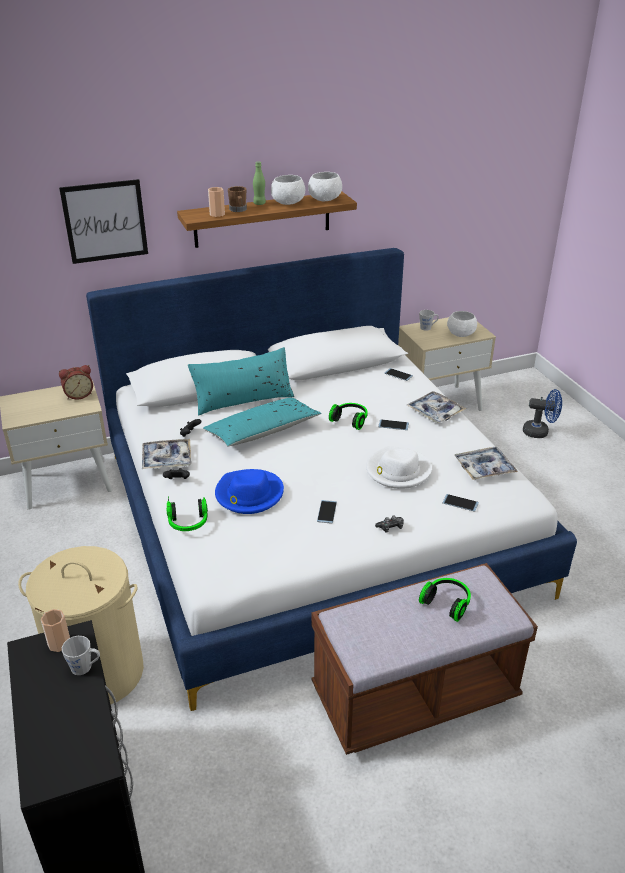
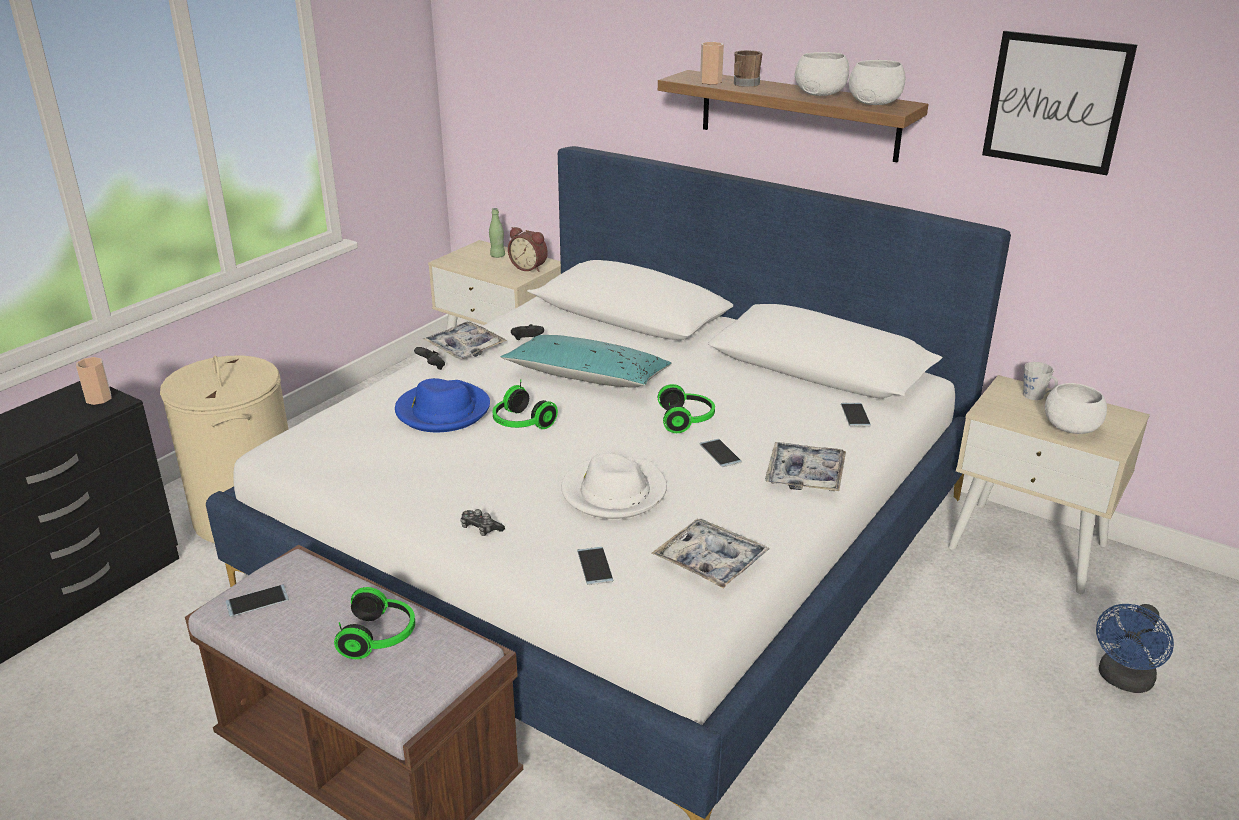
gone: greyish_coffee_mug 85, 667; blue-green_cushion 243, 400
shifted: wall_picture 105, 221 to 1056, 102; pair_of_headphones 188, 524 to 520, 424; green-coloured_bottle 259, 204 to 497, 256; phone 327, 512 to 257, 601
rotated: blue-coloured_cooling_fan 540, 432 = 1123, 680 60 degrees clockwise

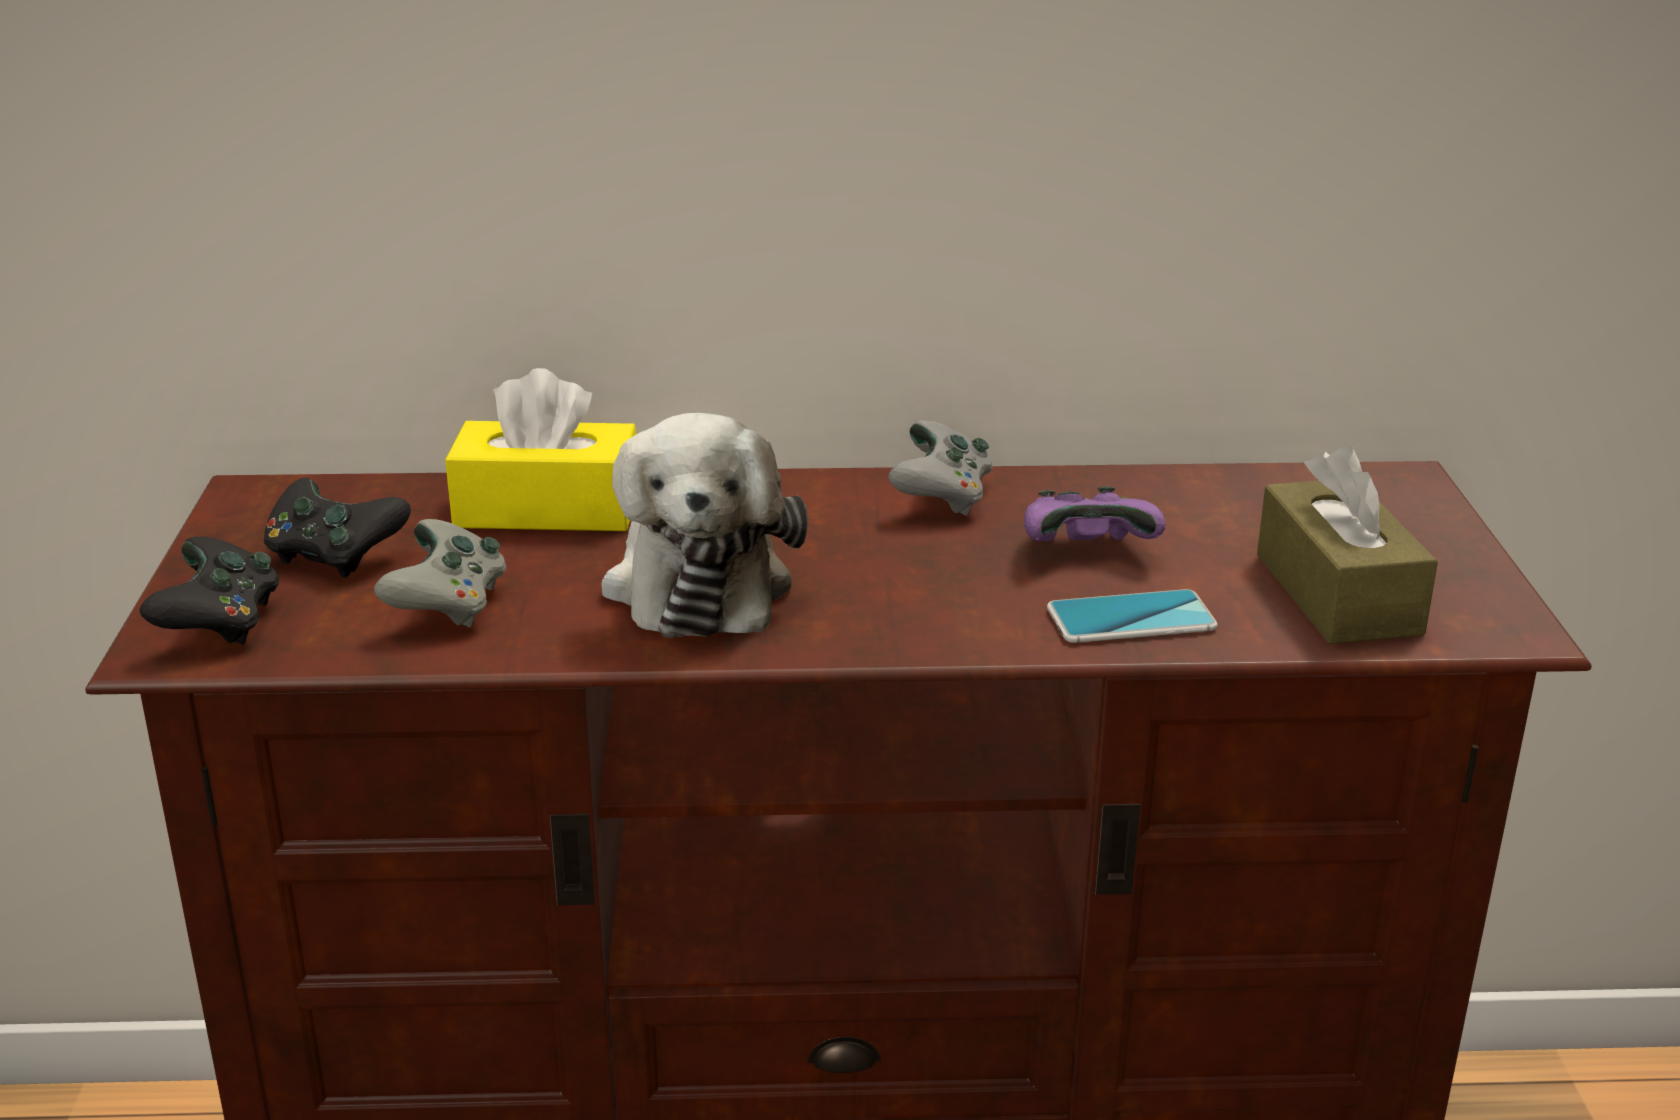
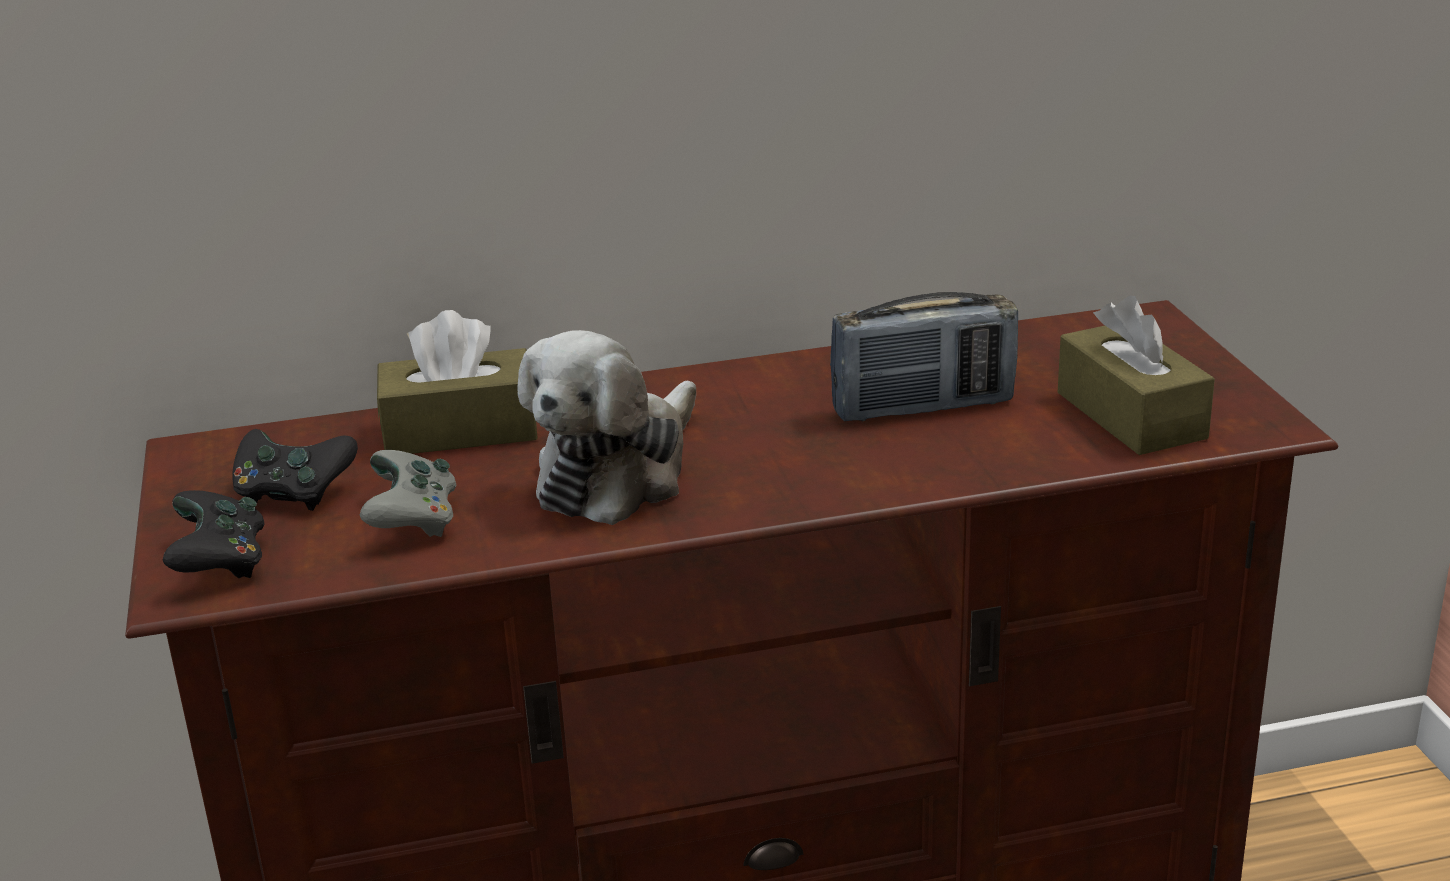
gone: greyish_game_controller 942, 497; phone 1131, 619
swapped: purple_game_controller 1087, 551 to radio_receiver 923, 407
repainted: yellow-coloured_tissue_box 547, 509 to brownish_tissue_box 460, 430
rotated: plush_toy 699, 582 = 618, 474 45 degrees clockwise

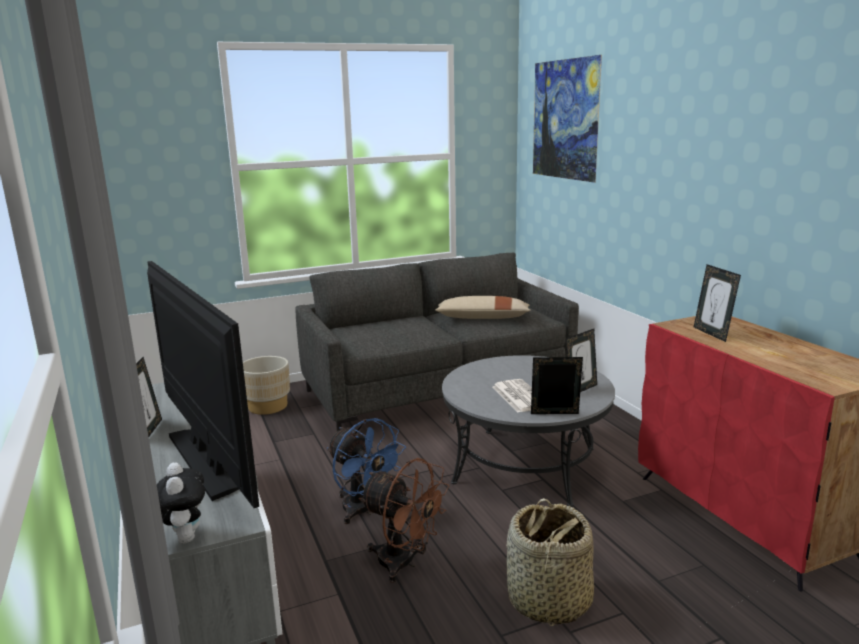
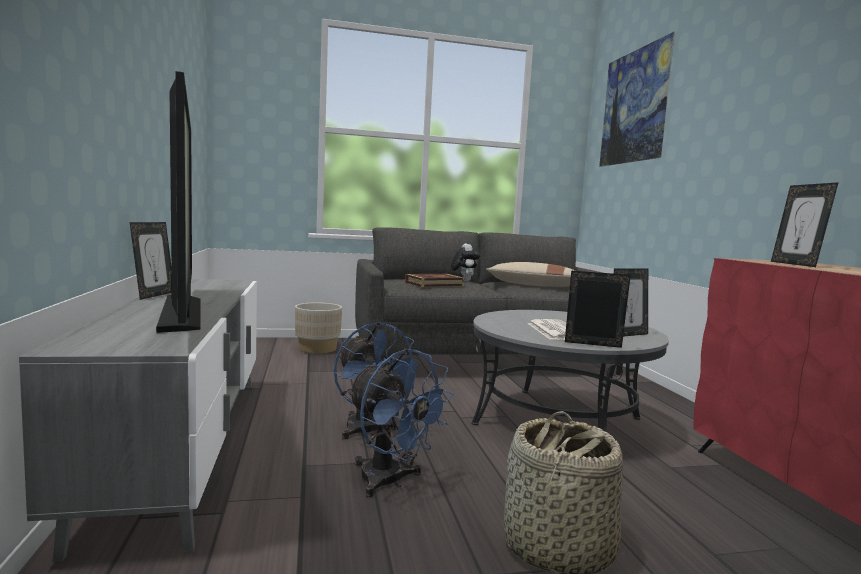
new: book 434, 284
shifted: plush_toy 182, 538 to 464, 281
repainted: brownish_cooling_fan 404, 563 to blue-coloured_cooling_fan 390, 482

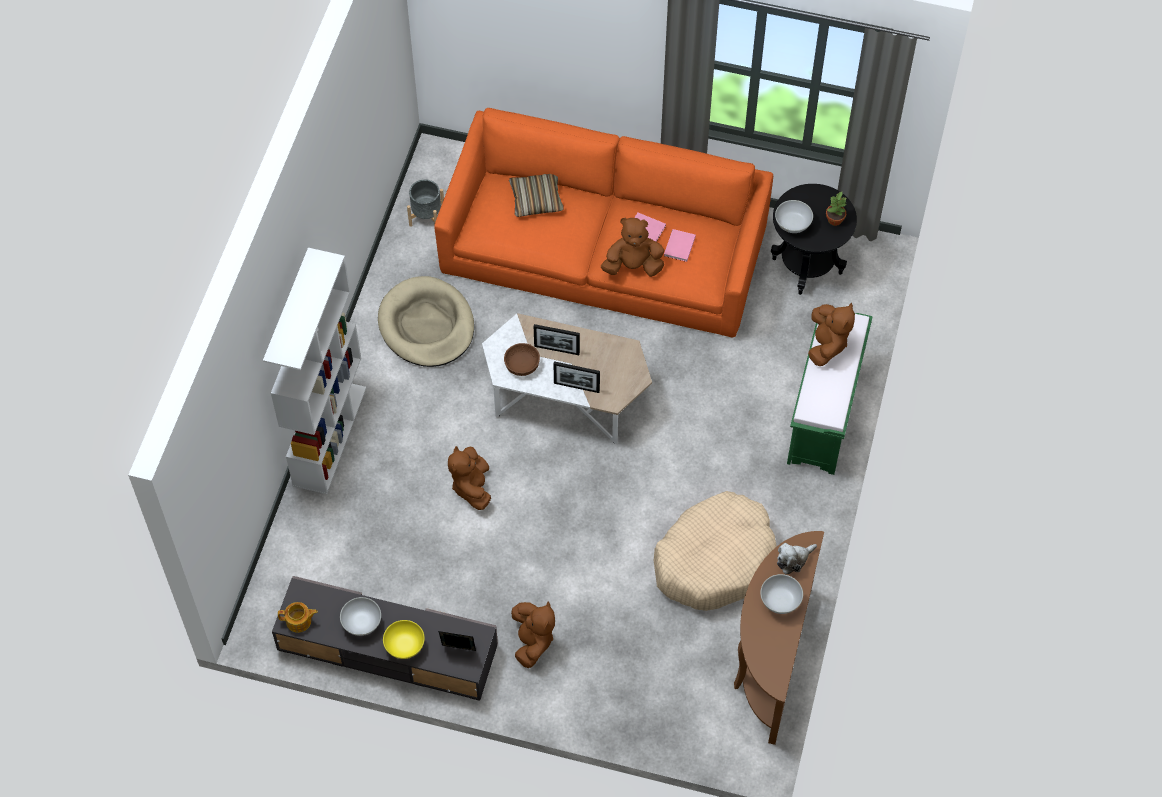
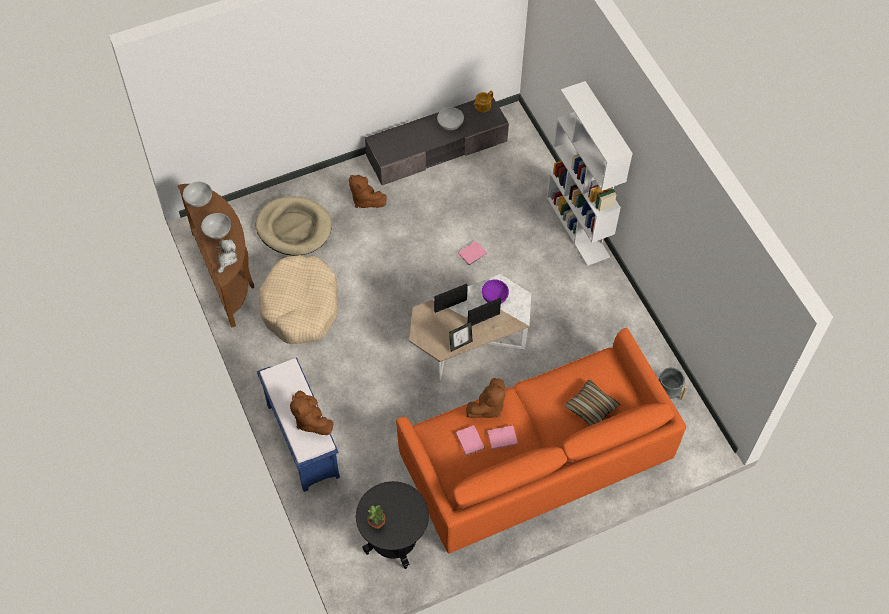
gone: yellow-coloured_bowl 404, 646
shifted: beige-coloured_dog_cushion 426, 325 to 294, 228; standing_frame 458, 650 to 460, 345; white-coloured_bowl 793, 225 to 199, 201
swapped: brownish_plush_toy 472, 487 to pink-coloured_book 473, 253
repainted: brownish_bowl 522, 365 to purple_bowl 494, 296; green-coloured_long_seat 824, 415 to blue-coloured_long_seat 302, 440

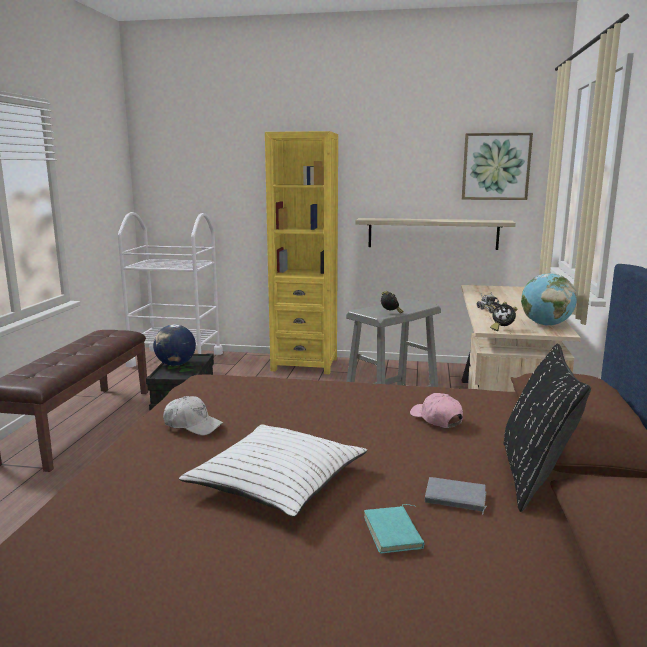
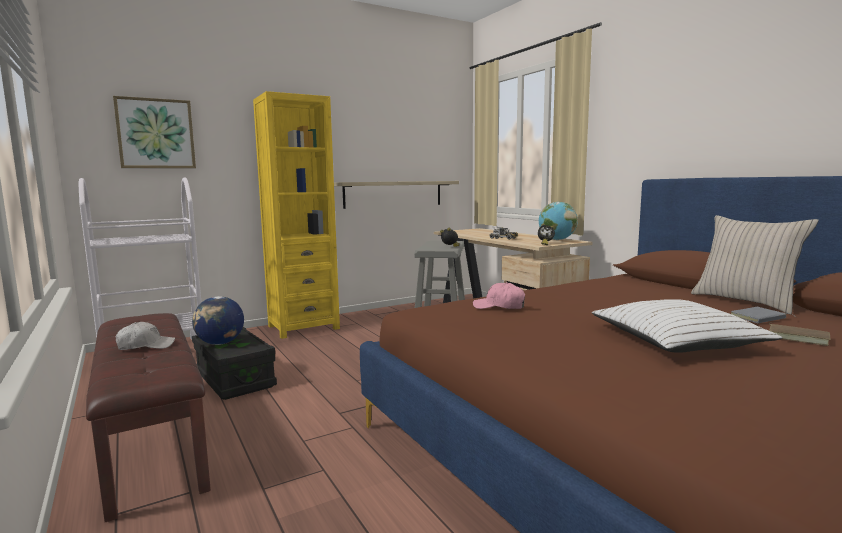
shifted: white-coloured_baseball_cap 192, 425 to 146, 346; pink-coloured_baseball_cap 436, 419 to 499, 307; wall_picture 496, 166 to 156, 134
repainted: blue-green_book 395, 533 to brownish_book 798, 337; black_cushion 535, 476 to beige-coloured_cushion 745, 301

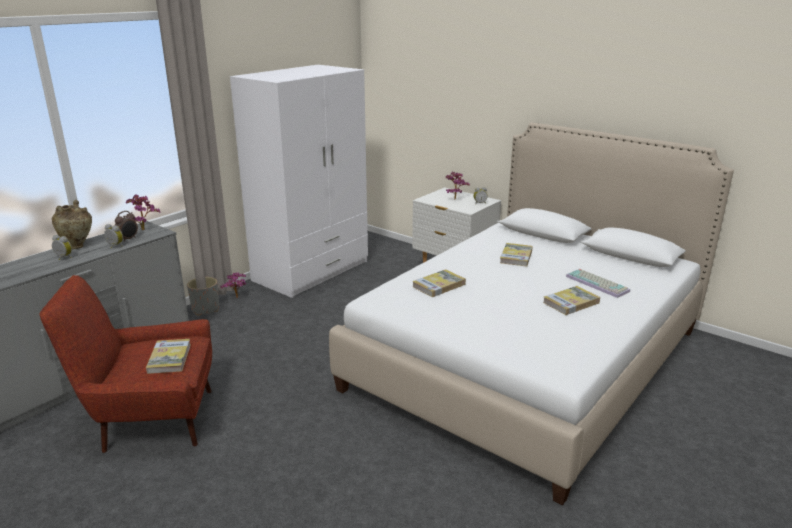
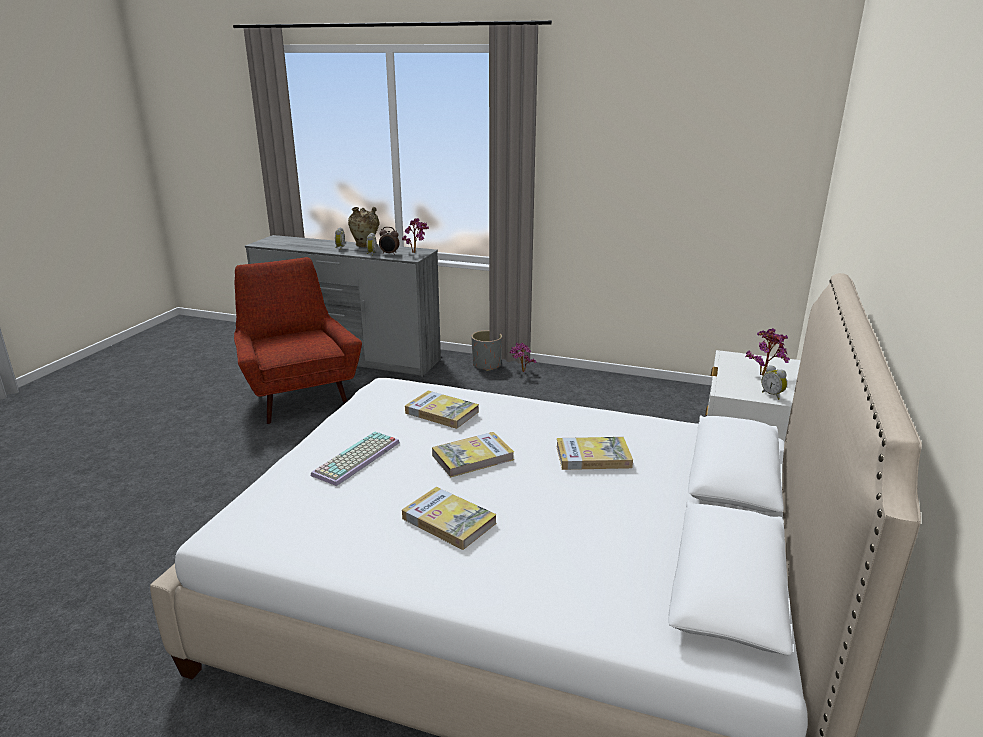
gone: white-coloured_wardrobe 312, 271
shifted: book 169, 358 to 473, 457; PC_keyboard 598, 284 to 357, 459

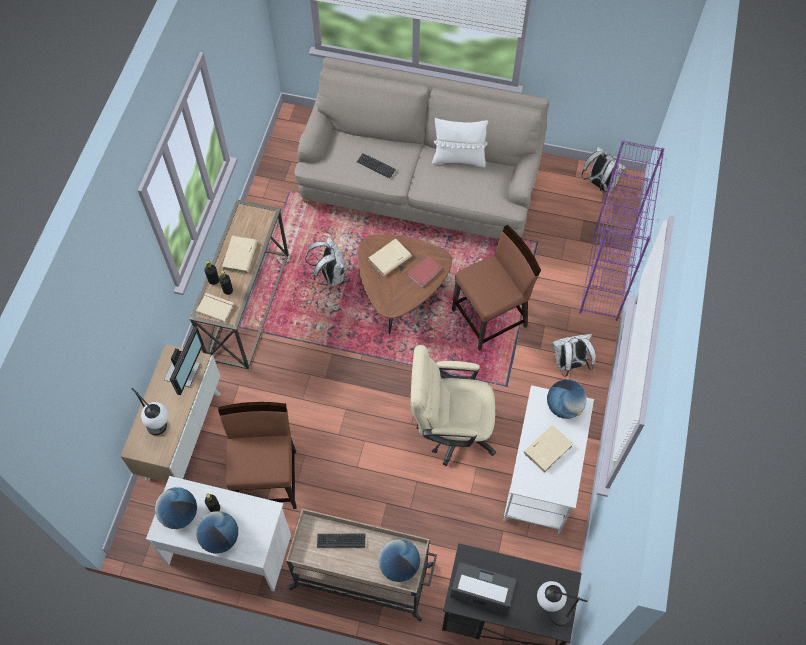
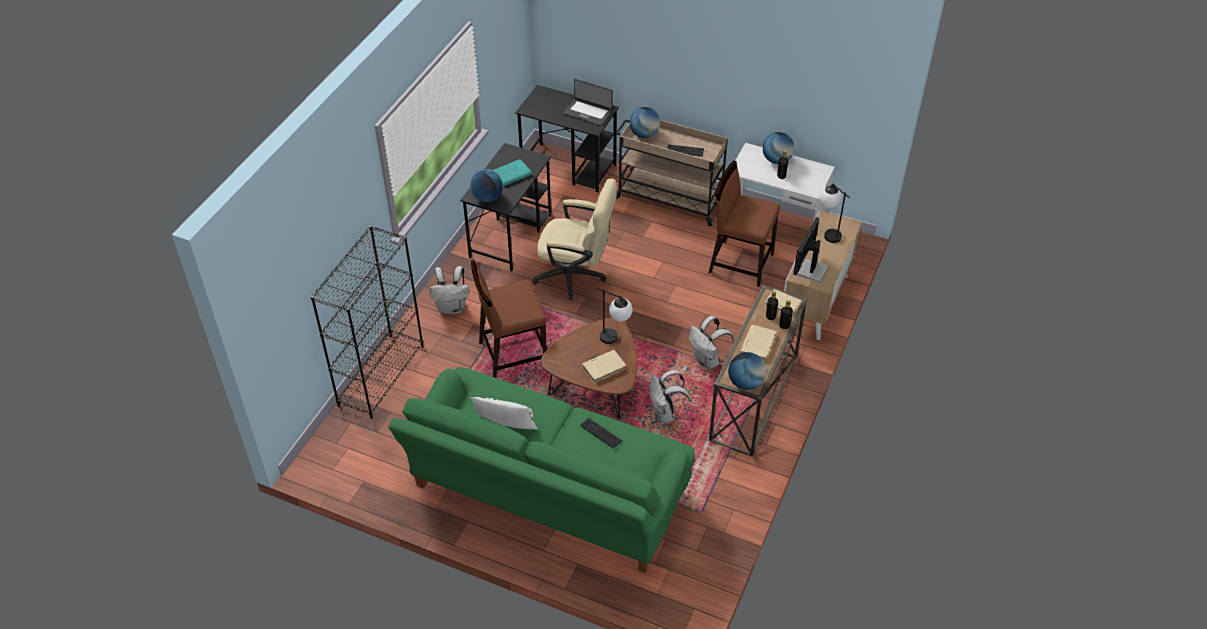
gone: red-coloured_book 425, 272
shifted: globe 180, 514 to 745, 383; tabletop_lamp 550, 611 to 615, 339; white-coloured_knapsack 599, 184 to 707, 361
repainted: beige-coloured_couch 420, 188 to green-coloured_couch 547, 494; white-coloured_desk 540, 478 to black_desk 511, 235; beige-coloured_book 548, 449 to blue-green_book 511, 175; purple_bookshelf 606, 275 to black_bookshelf 381, 375
rotated: brownish_upright_chair 268, 479 = 740, 263 105 degrees clockwise

